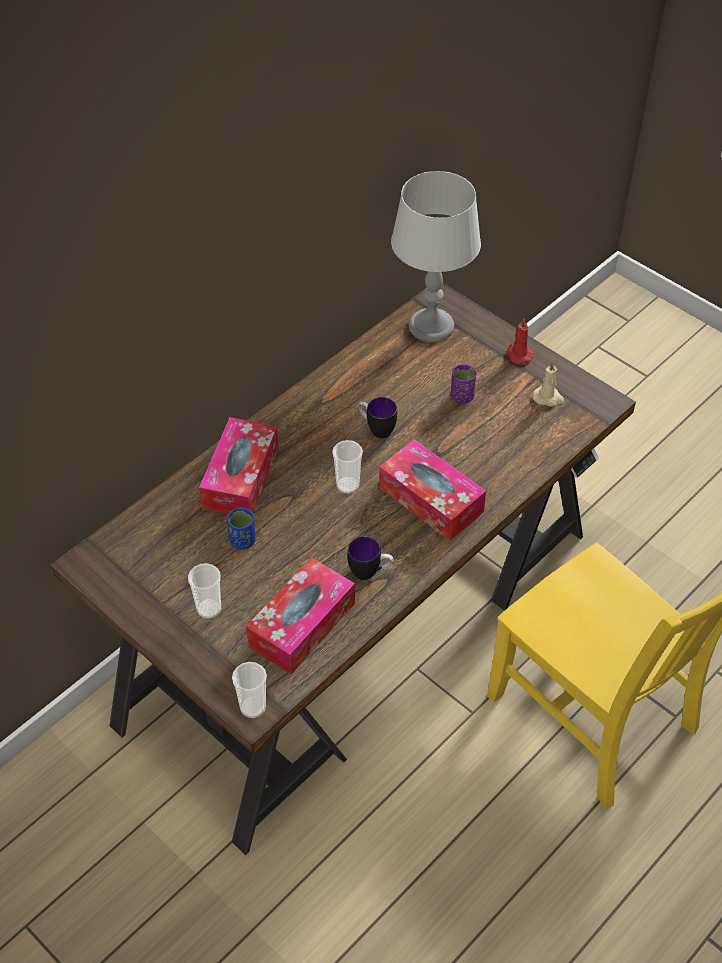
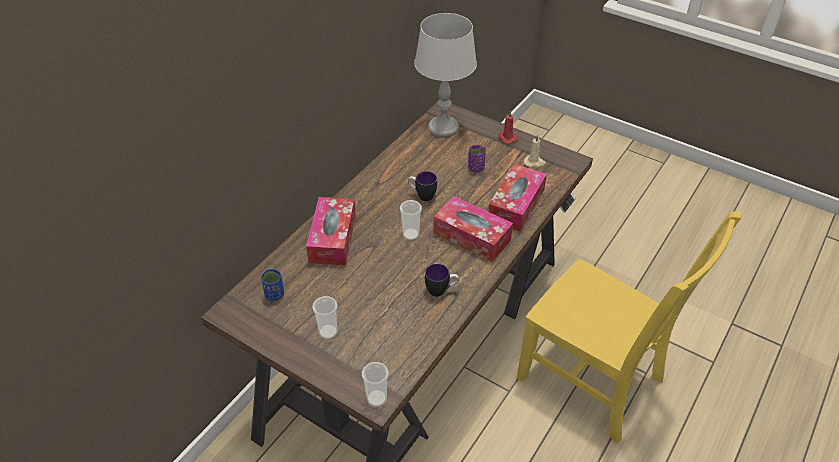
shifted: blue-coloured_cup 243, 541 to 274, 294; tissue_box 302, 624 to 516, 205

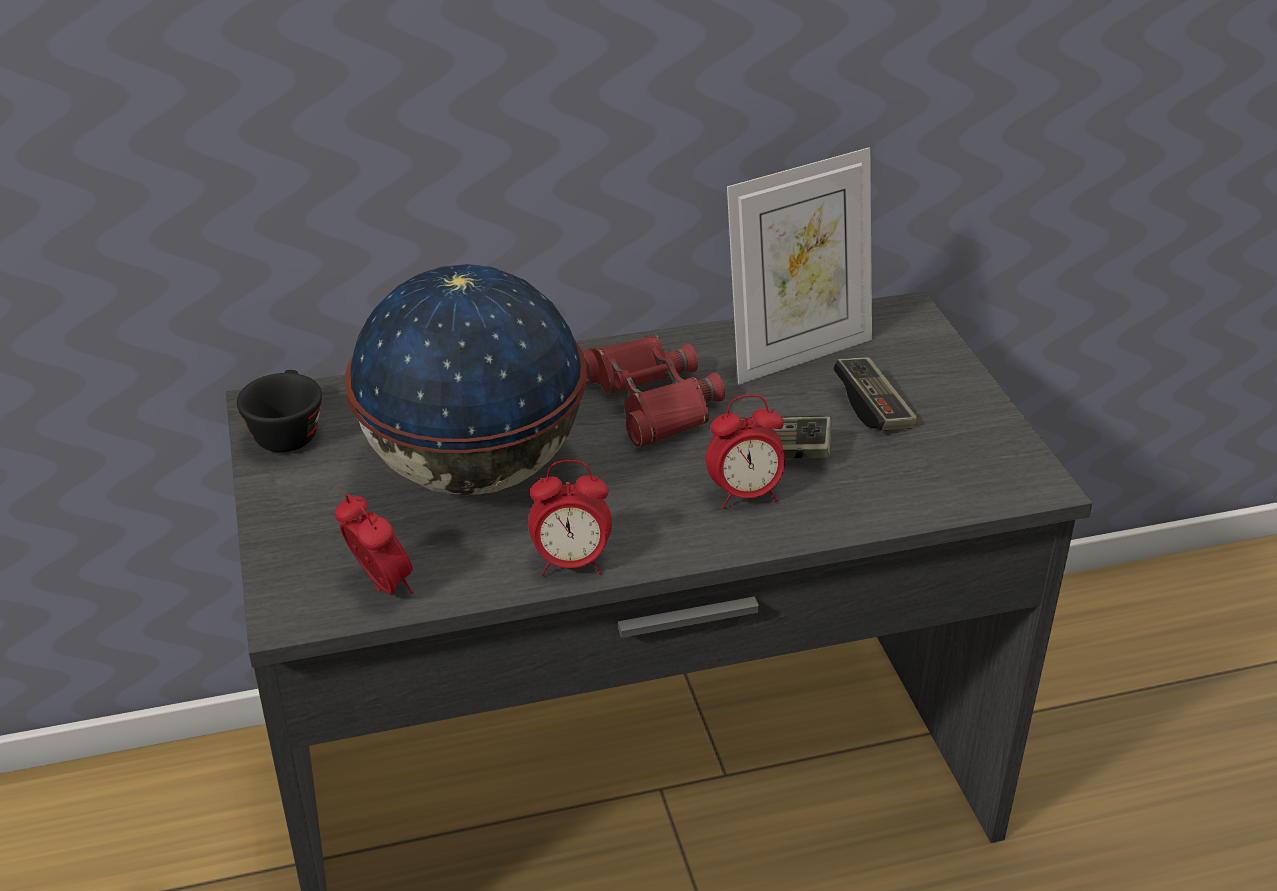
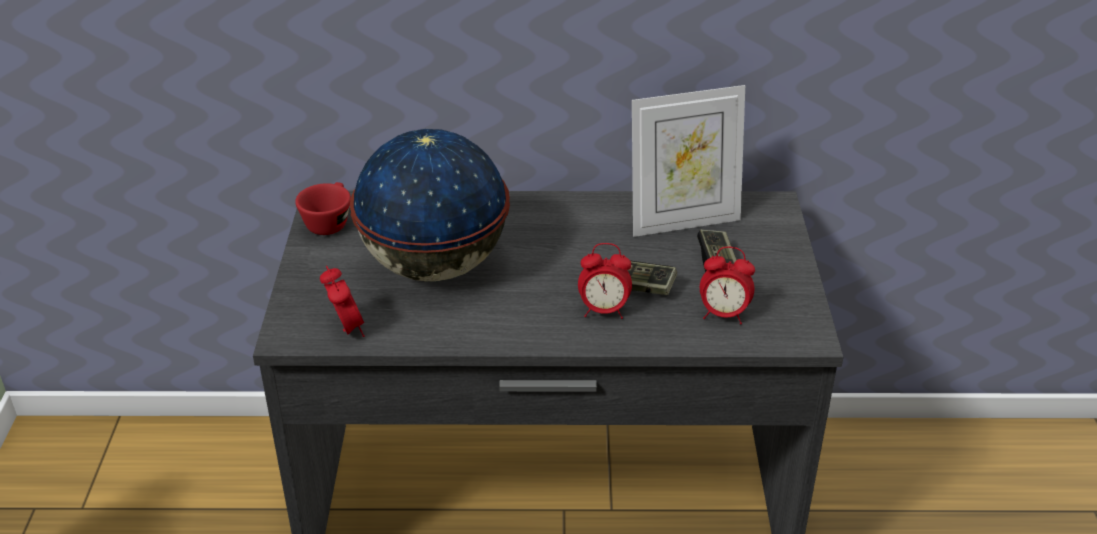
gone: red-coloured_pair_of_binoculars 650, 401
shifted: bedside_clock 571, 563 to 723, 314
repainted: black_cup 286, 431 to red-coloured_cup 328, 222

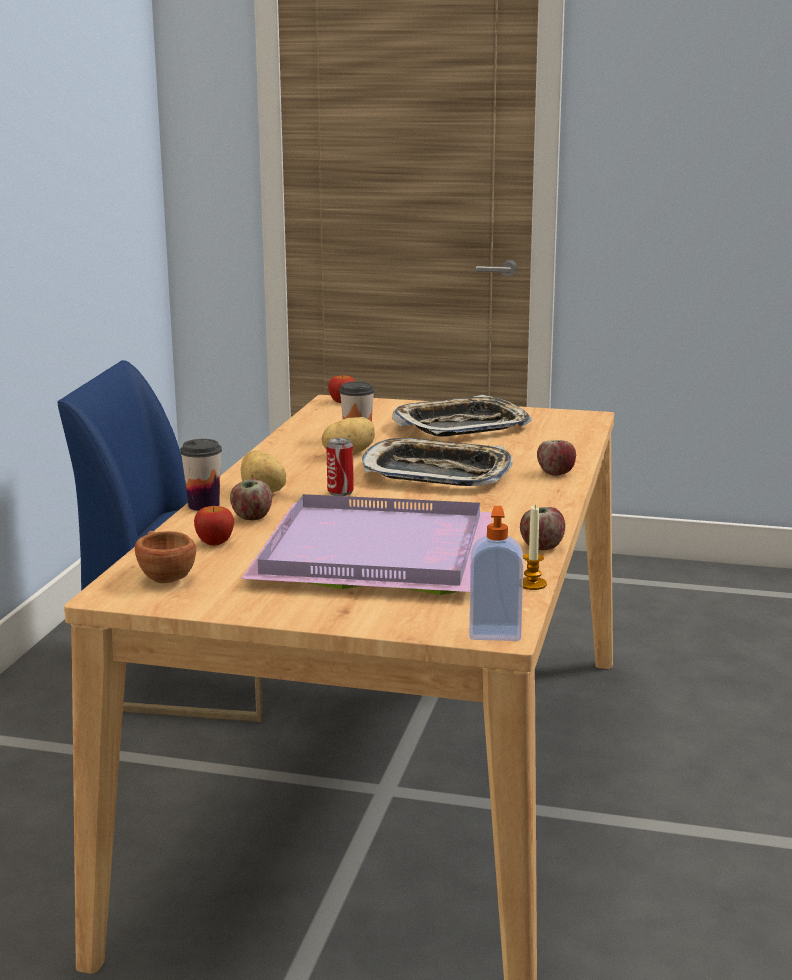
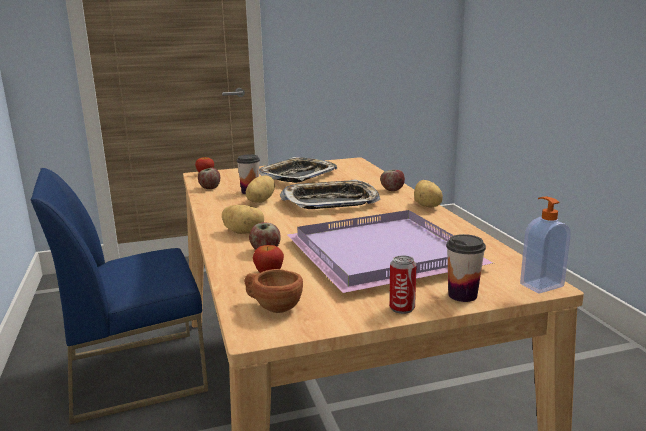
gone: wax_light 532, 584
new: whole_potato 427, 206
shifted: cup 203, 505 to 462, 295; sealed_can 340, 492 to 402, 308; apple 541, 546 to 209, 188

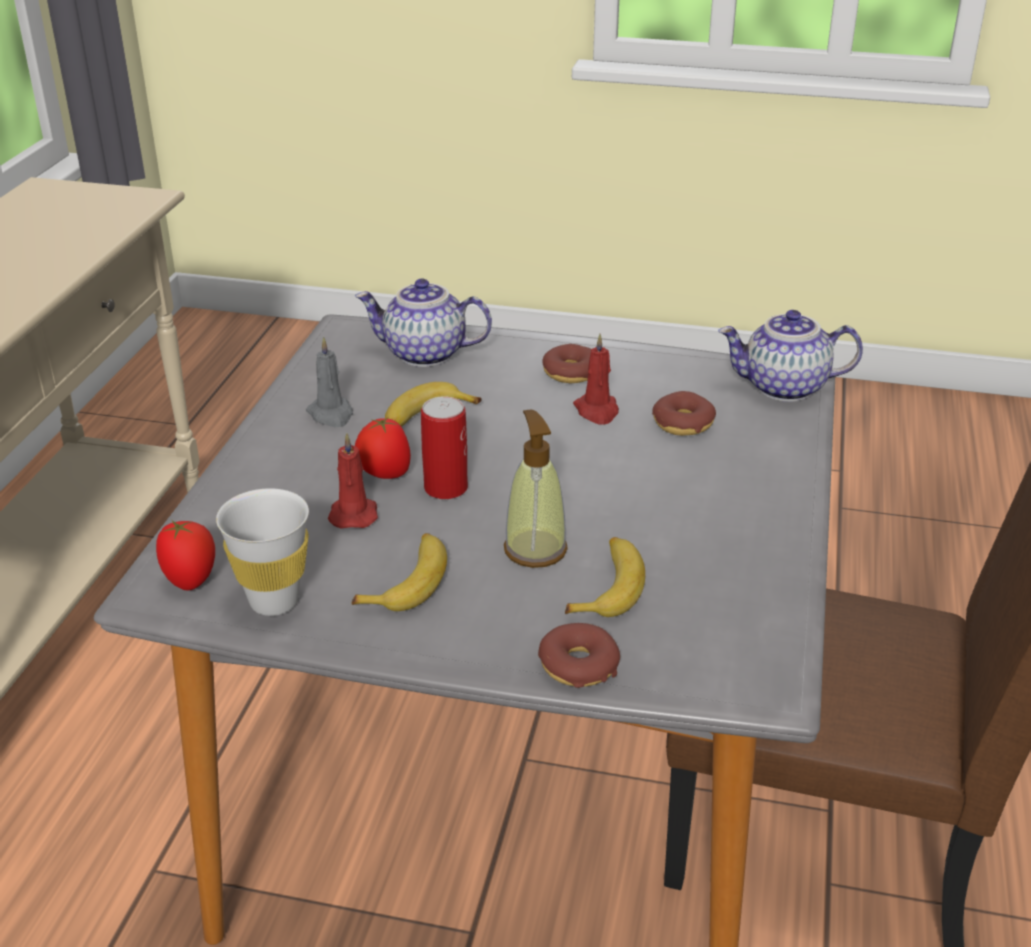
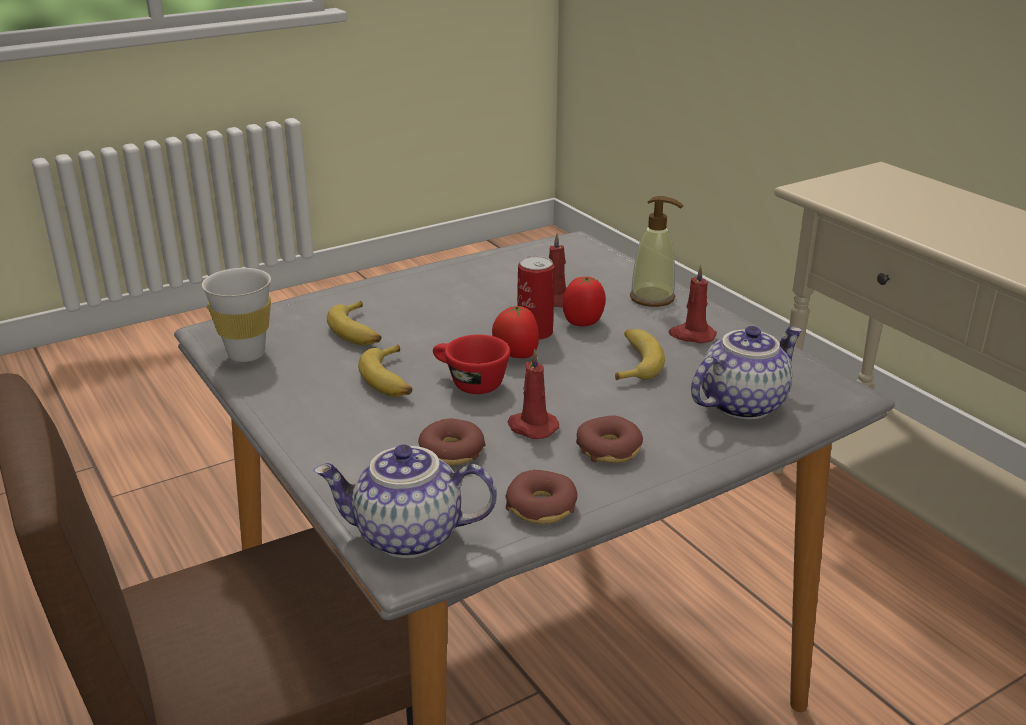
new: red-coloured_cup 469, 383
shifted: tomato 191, 580 to 515, 355; white-coloured_cup 274, 601 to 246, 354; banana 408, 581 to 391, 380; liquid_soap_bottle 535, 549 to 652, 298; doughnut 578, 665 to 541, 507
repainted: greyish_wax_light 331, 415 to red-coloured_wax_light 691, 335
rotated: tea_pot 783, 388 = 407, 537 135 degrees counterclockwise

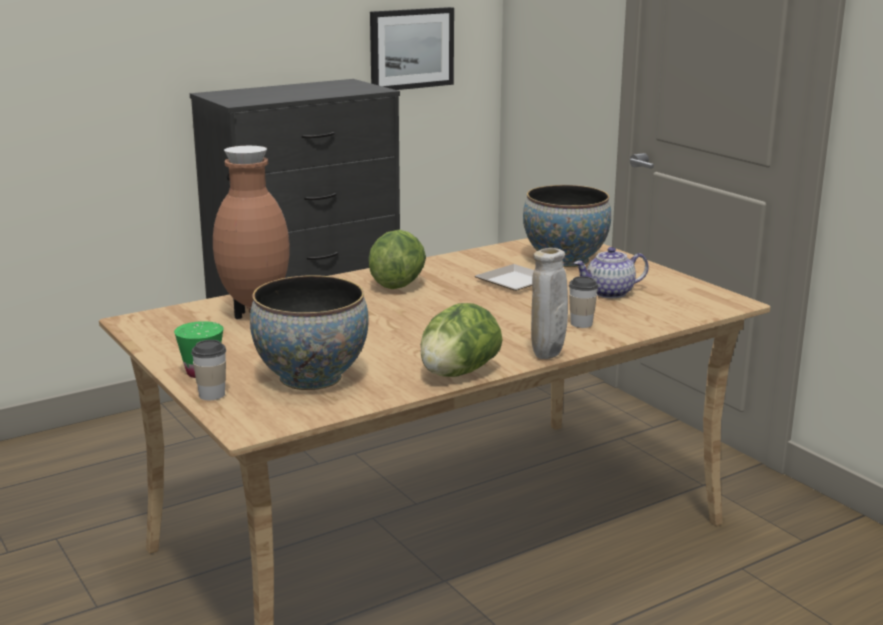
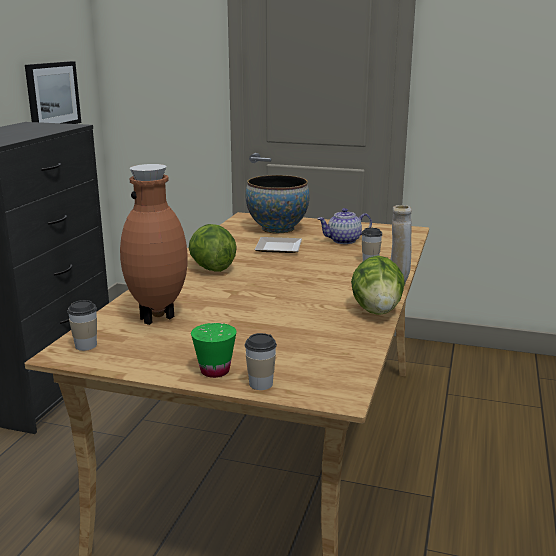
gone: bowl 311, 378
new: cup 86, 345
rotated: tea_pot 609, 293 = 343, 241 45 degrees clockwise

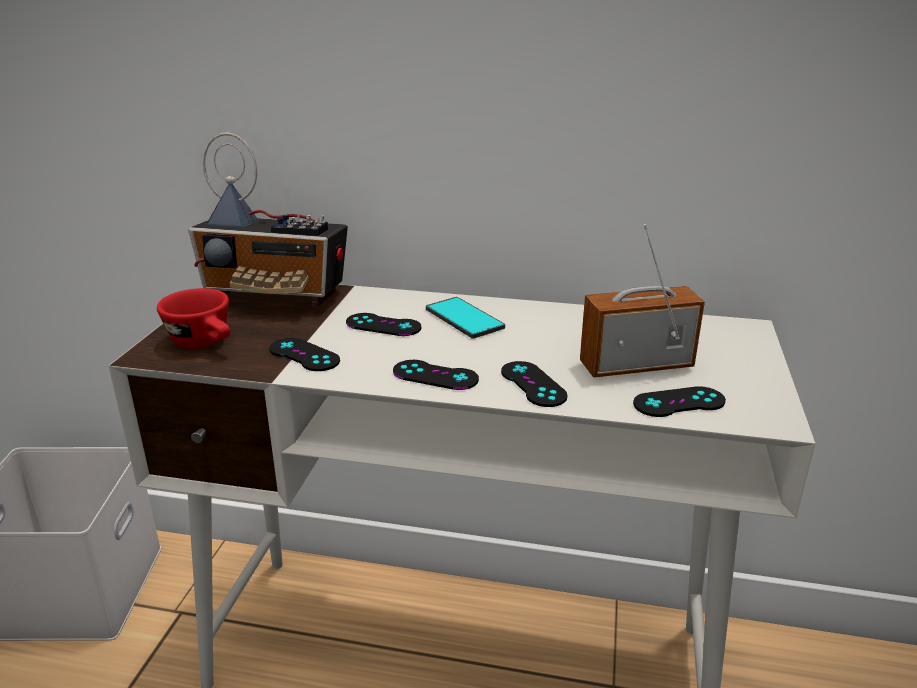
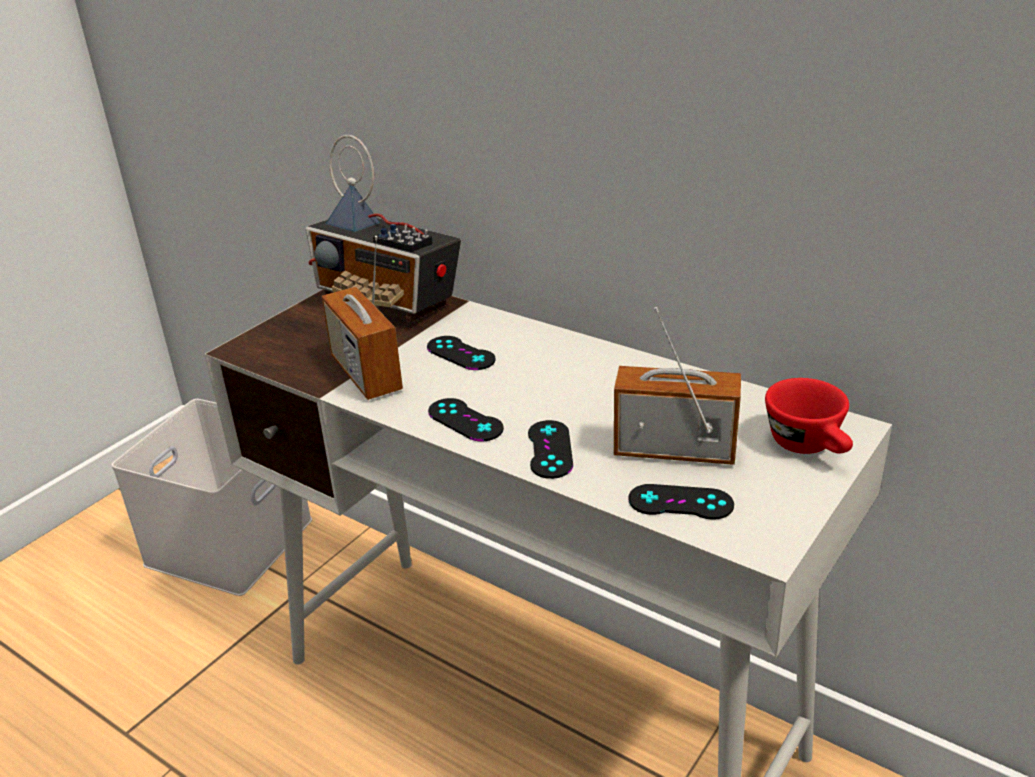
gone: phone 464, 318
shifted: red-coloured_cup 206, 343 to 810, 447
swapped: black_game_controller 304, 355 to radio_receiver 366, 374

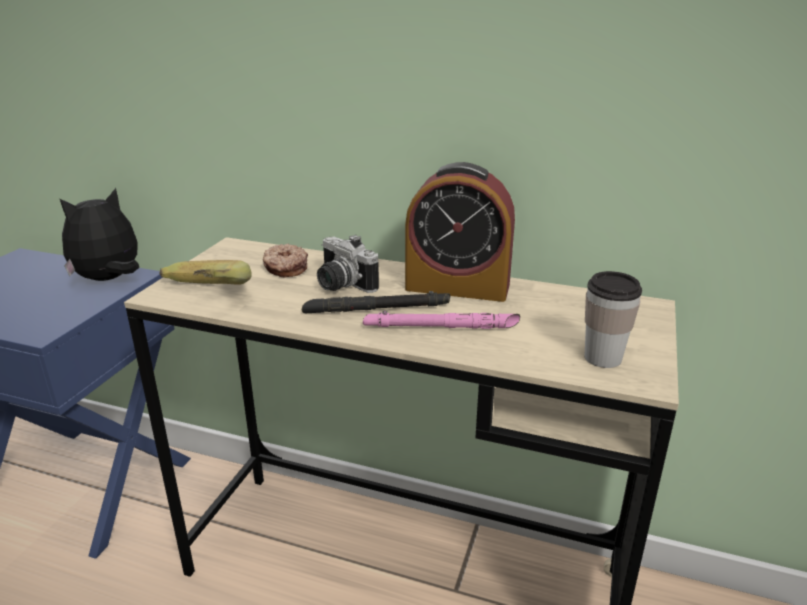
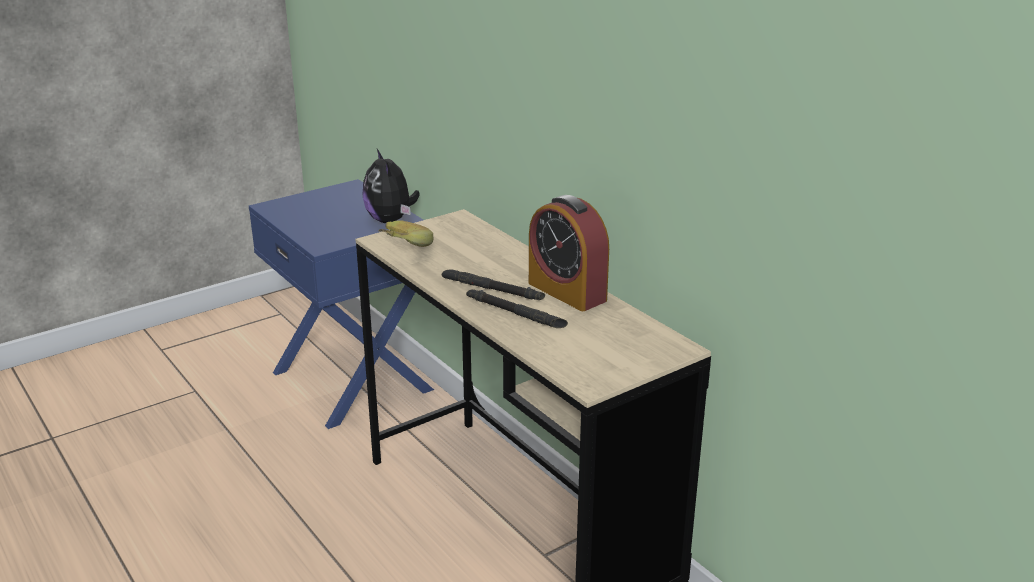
gone: doughnut 285, 268; photo_camera 340, 285; cup 603, 358
repainted: pink-coloured_hand_torch 441, 327 to black_hand_torch 515, 313
rotated: plush_toy 109, 279 = 391, 220 105 degrees counterclockwise

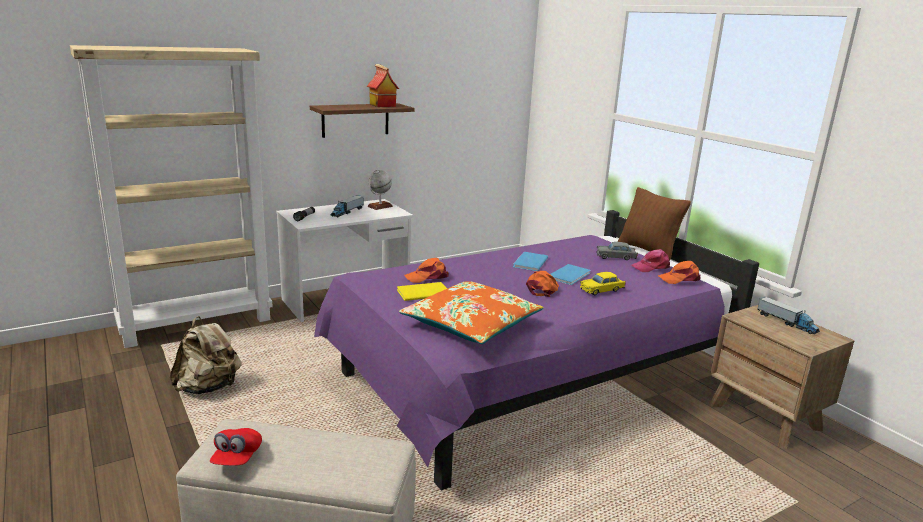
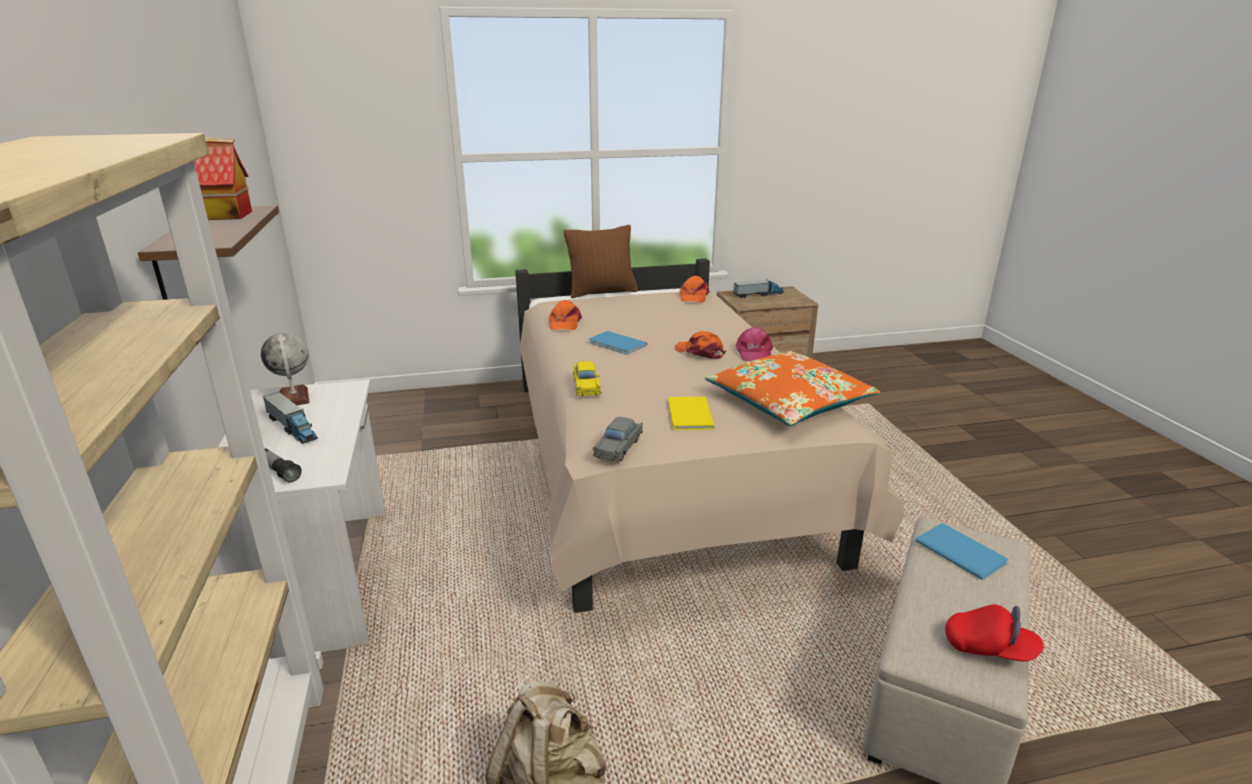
shifted: orange-coloured_baseball_cap 427, 277 to 564, 323; blue-coloured_book 570, 275 to 959, 550; yellow-coloured_toy_car 602, 290 to 586, 386; greyish_toy_car 616, 257 to 619, 447; pink-coloured_baseball_cap 651, 267 to 753, 352
repainted: purple_sleeping_bed 528, 380 to beige-coloured_sleeping_bed 659, 469

